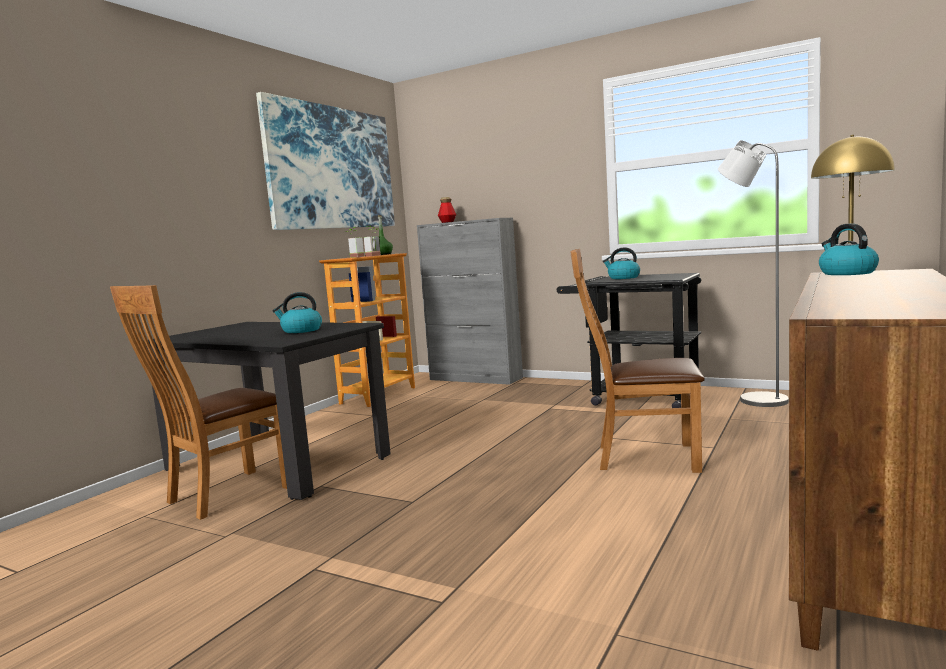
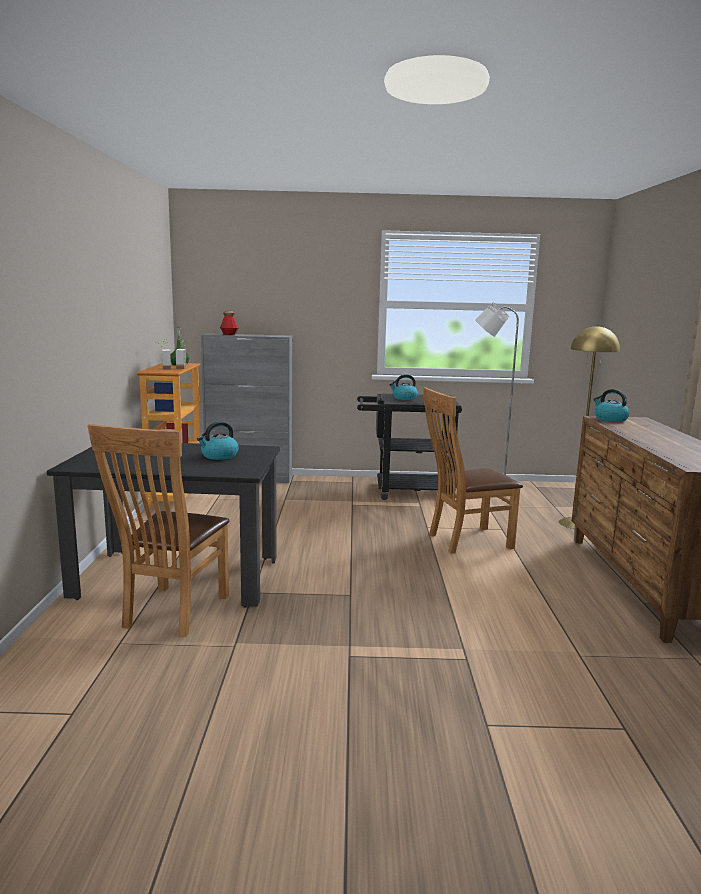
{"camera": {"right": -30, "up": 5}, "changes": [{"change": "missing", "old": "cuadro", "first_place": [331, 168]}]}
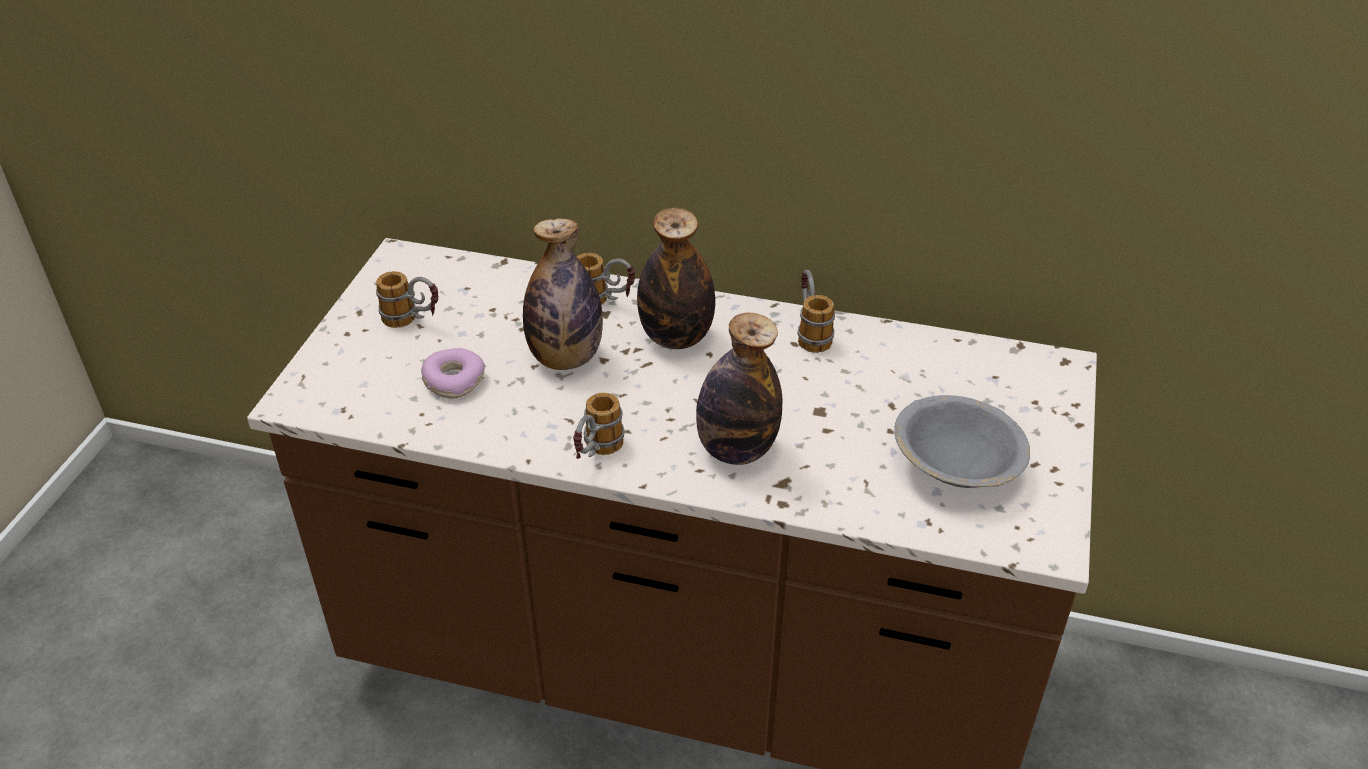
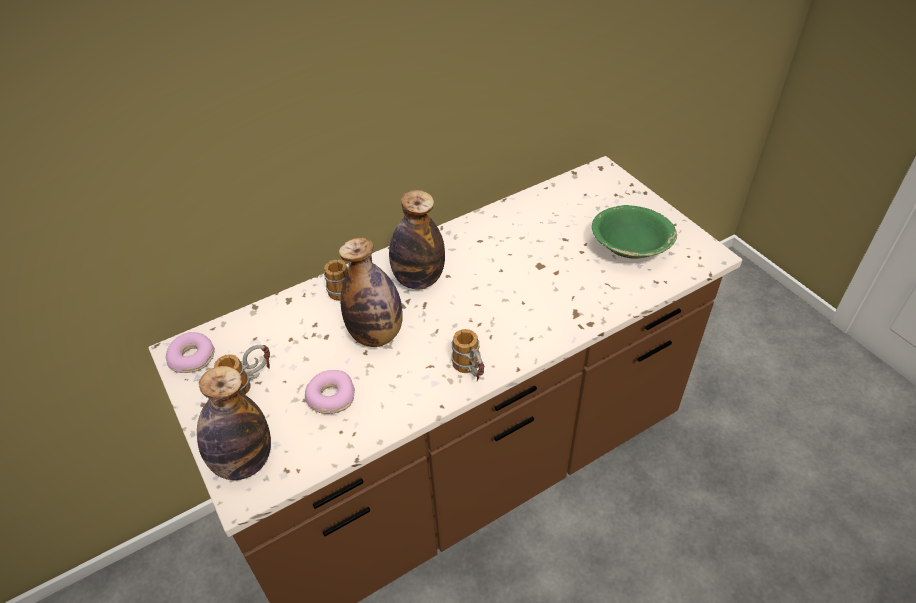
{"camera": {"right": -45, "up": 5}, "changes": [{"change": "missing", "old": "taza grande", "first_place": [810, 331]}, {"change": "relocated", "old": "botella", "first_place": [736, 449], "second_place": [243, 461]}, {"change": "colour", "old": "cuenco [gris]", "new": "cuenco [verde]", "first_place": [956, 466], "second_place": [630, 247]}, {"change": "appeared", "new": "rosquilla", "second_place": [193, 358]}]}
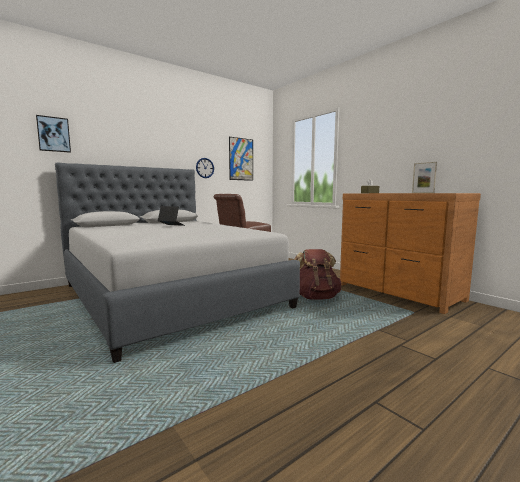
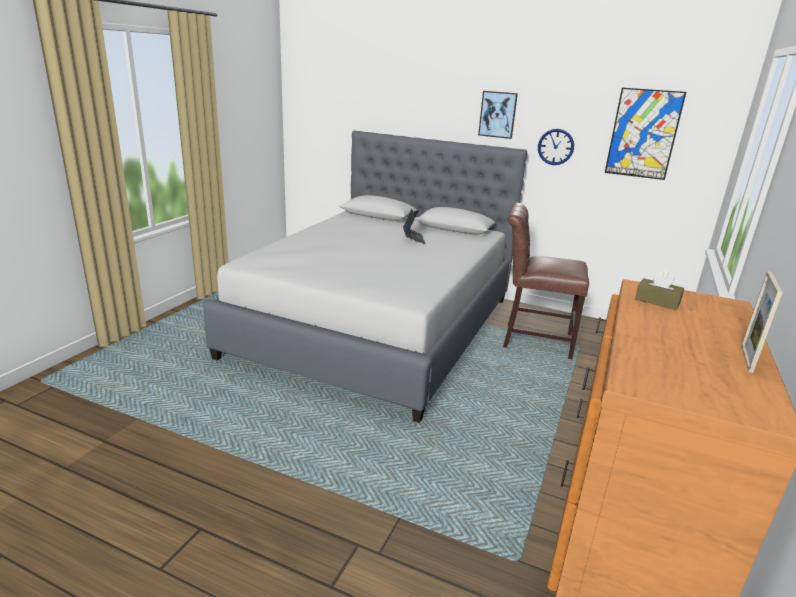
{"camera": {"right": 60, "up": 15}, "changes": [{"change": "relocated", "old": "cuadro", "first_place": [53, 134], "second_place": [497, 114]}, {"change": "missing", "old": "mochila [marrón]", "first_place": [316, 298]}]}
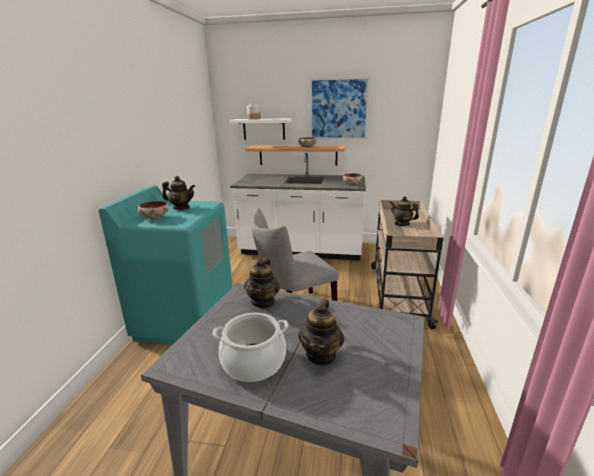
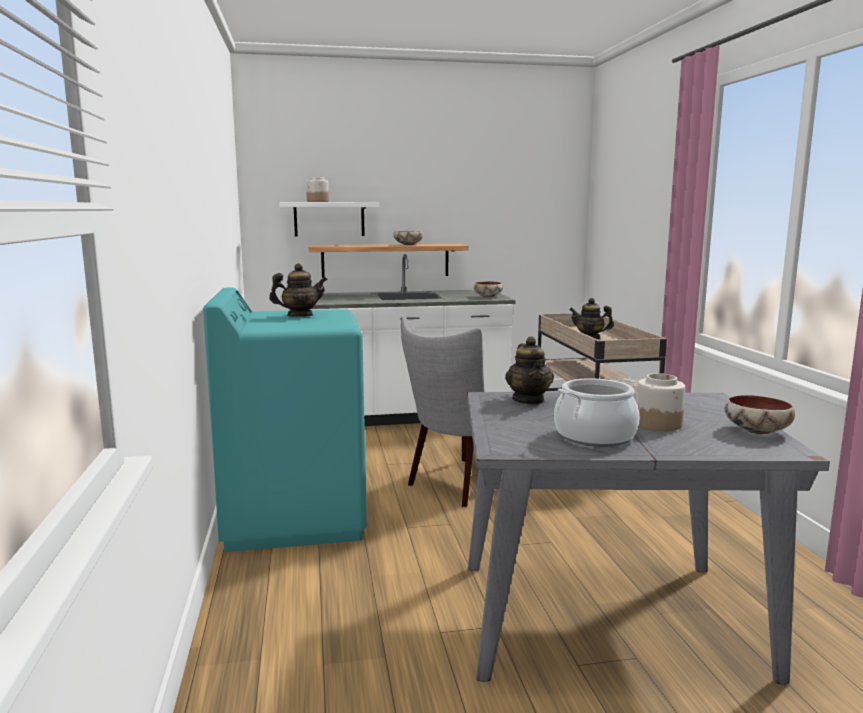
{"camera": {"right": -20, "up": -10}, "changes": [{"change": "missing", "old": "cuadro", "first_place": [338, 109]}, {"change": "relocated", "old": "cuenco", "first_place": [154, 217], "second_place": [755, 431]}, {"change": "exchanged", "old": "tetera", "new": "tarro", "first_place": [321, 355], "second_place": [658, 424]}]}
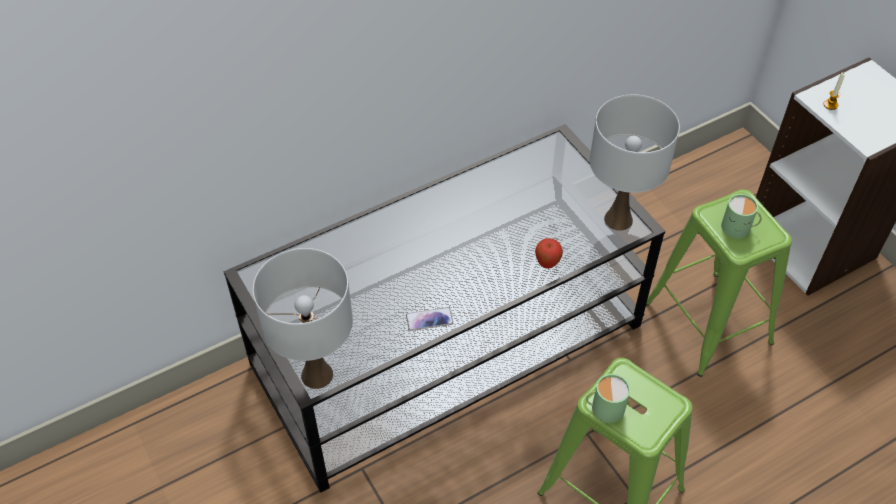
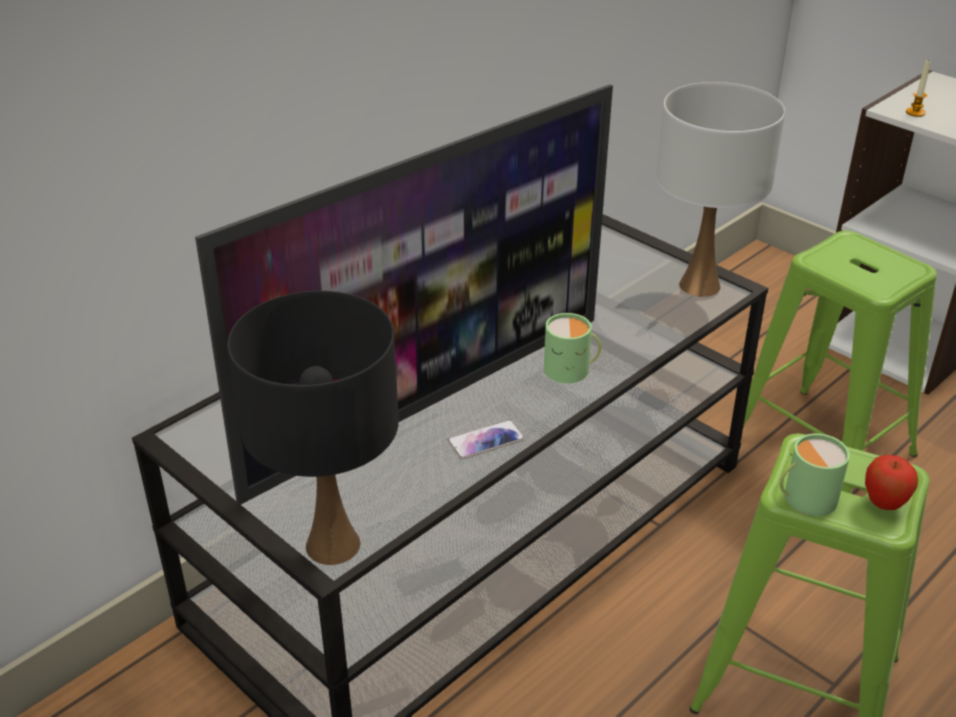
{"camera": {"right": -15, "up": -15}, "changes": [{"change": "relocated", "old": "taza grande [verde]", "first_place": [739, 228], "second_place": [571, 370]}, {"change": "relocated", "old": "manzana", "first_place": [547, 263], "second_place": [884, 503]}, {"change": "colour", "old": "lámpara de mesa [blanco]", "new": "lámpara de mesa [negro]", "first_place": [316, 375], "second_place": [332, 545]}, {"change": "appeared", "new": "televisor", "second_place": [429, 399]}]}
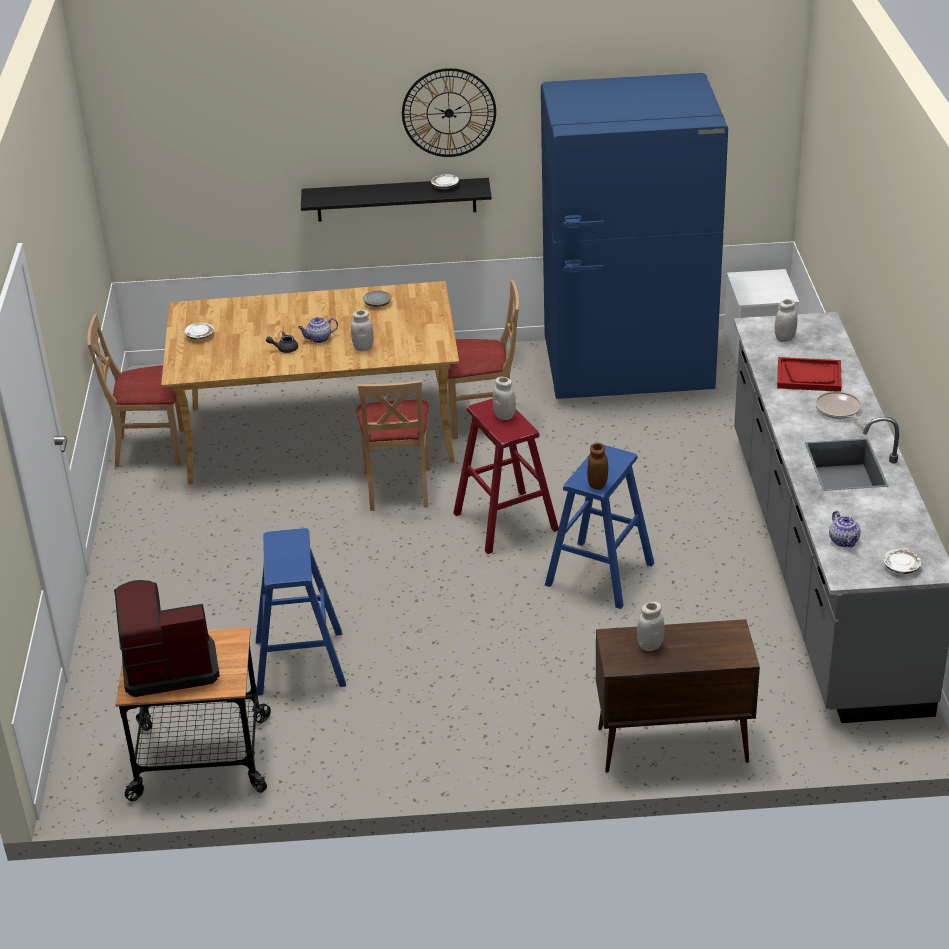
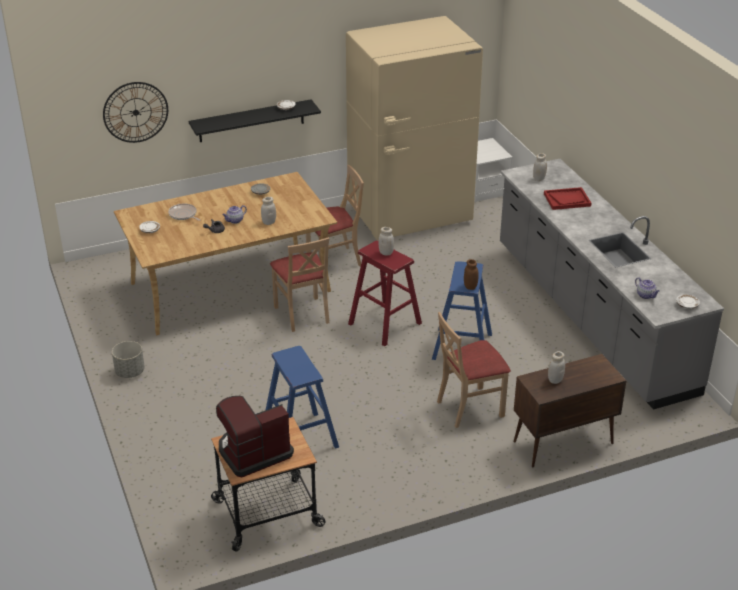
{"camera": {"right": -20, "up": 0}, "changes": [{"change": "relocated", "old": "reloj de pared", "first_place": [449, 113], "second_place": [135, 112]}, {"change": "colour", "old": "nevera [azul]", "new": "nevera [beis]", "first_place": [628, 369], "second_place": [410, 215]}, {"change": "relocated", "old": "silla [beis]", "first_place": [151, 449], "second_place": [470, 407]}, {"change": "relocated", "old": "sartén", "first_place": [839, 411], "second_place": [183, 215]}, {"change": "appeared", "new": "maceta [gris]", "second_place": [129, 372]}]}
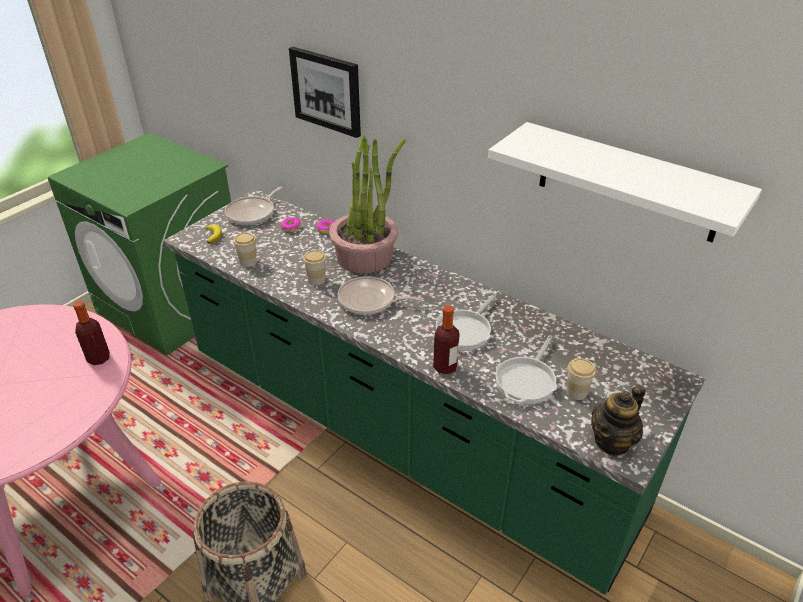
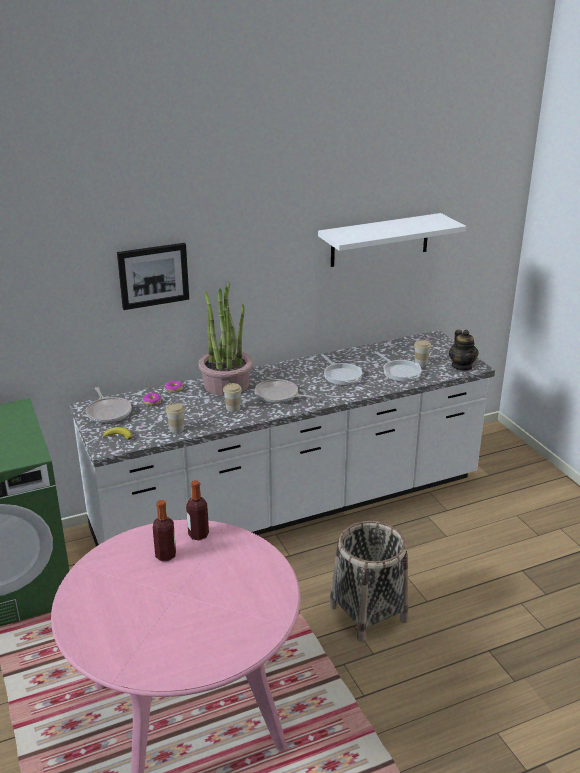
{"camera": {"right": -60, "up": -10}, "changes": [{"change": "colour", "old": "mueble bajo de cocina [verde]", "new": "mueble bajo de cocina [blanco]", "first_place": [401, 432], "second_place": [290, 506]}, {"change": "spun", "old": "sartén", "first_place": [370, 301], "second_place": [278, 396], "degrees": 75}, {"change": "relocated", "old": "botella", "first_place": [445, 367], "second_place": [165, 555]}]}
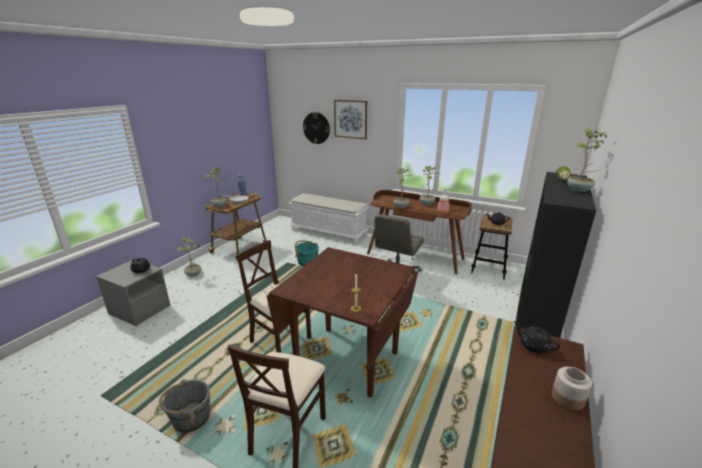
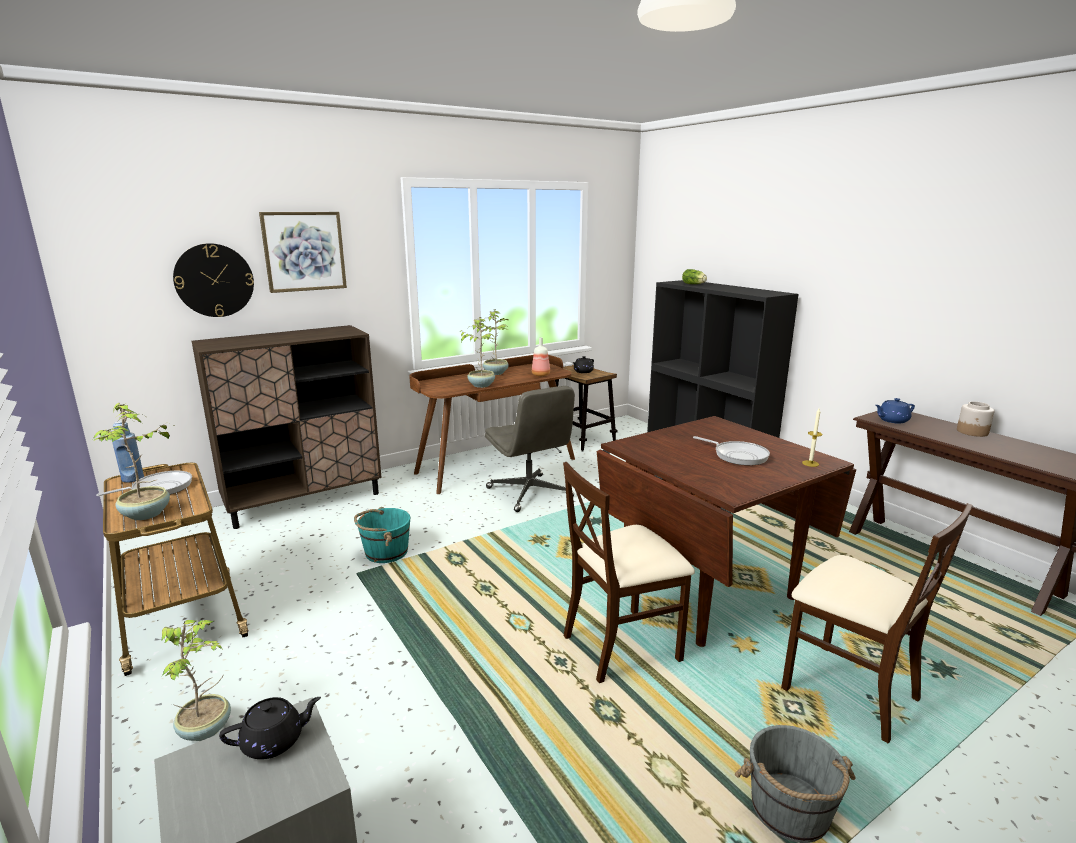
{"camera": {"right": -60, "up": -5}, "changes": [{"change": "missing", "old": "planta en maceta", "first_place": [579, 190]}, {"change": "exchanged", "old": "banco [blanco]", "new": "armario [marrón]", "first_place": [329, 232], "second_place": [305, 501]}, {"change": "colour", "old": "tetera [negro]", "new": "tetera [azul]", "first_place": [533, 345], "second_place": [892, 420]}, {"change": "appeared", "new": "sartén", "second_place": [737, 456]}]}
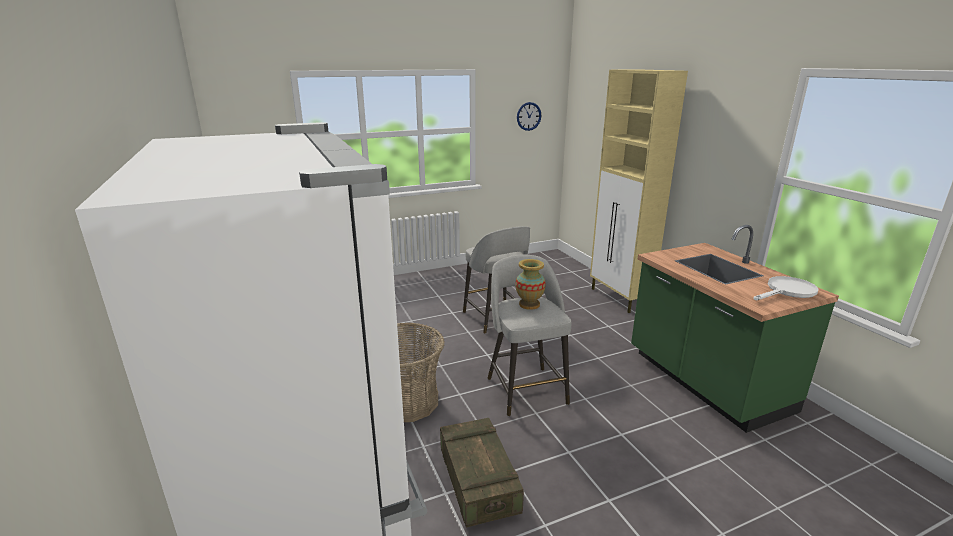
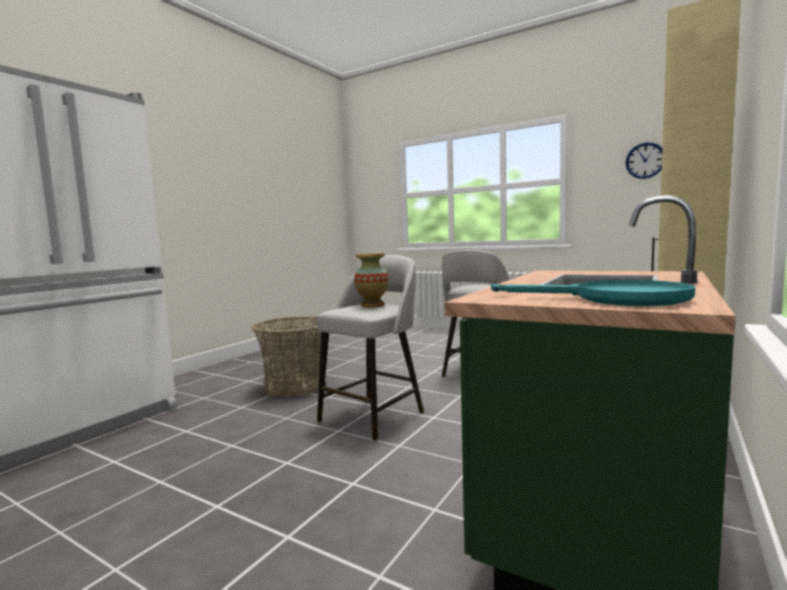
{"camera": {"right": 55, "up": -15}, "changes": [{"change": "colour", "old": "sartén [blanco]", "new": "sartén [turquesa]", "first_place": [787, 291], "second_place": [613, 299]}, {"change": "missing", "old": "caja de embalaje", "first_place": [478, 482]}]}
